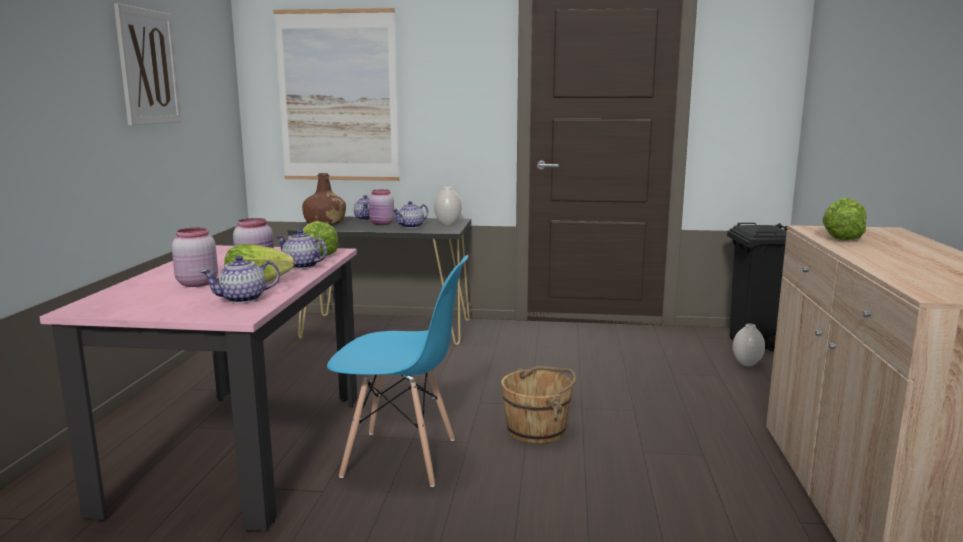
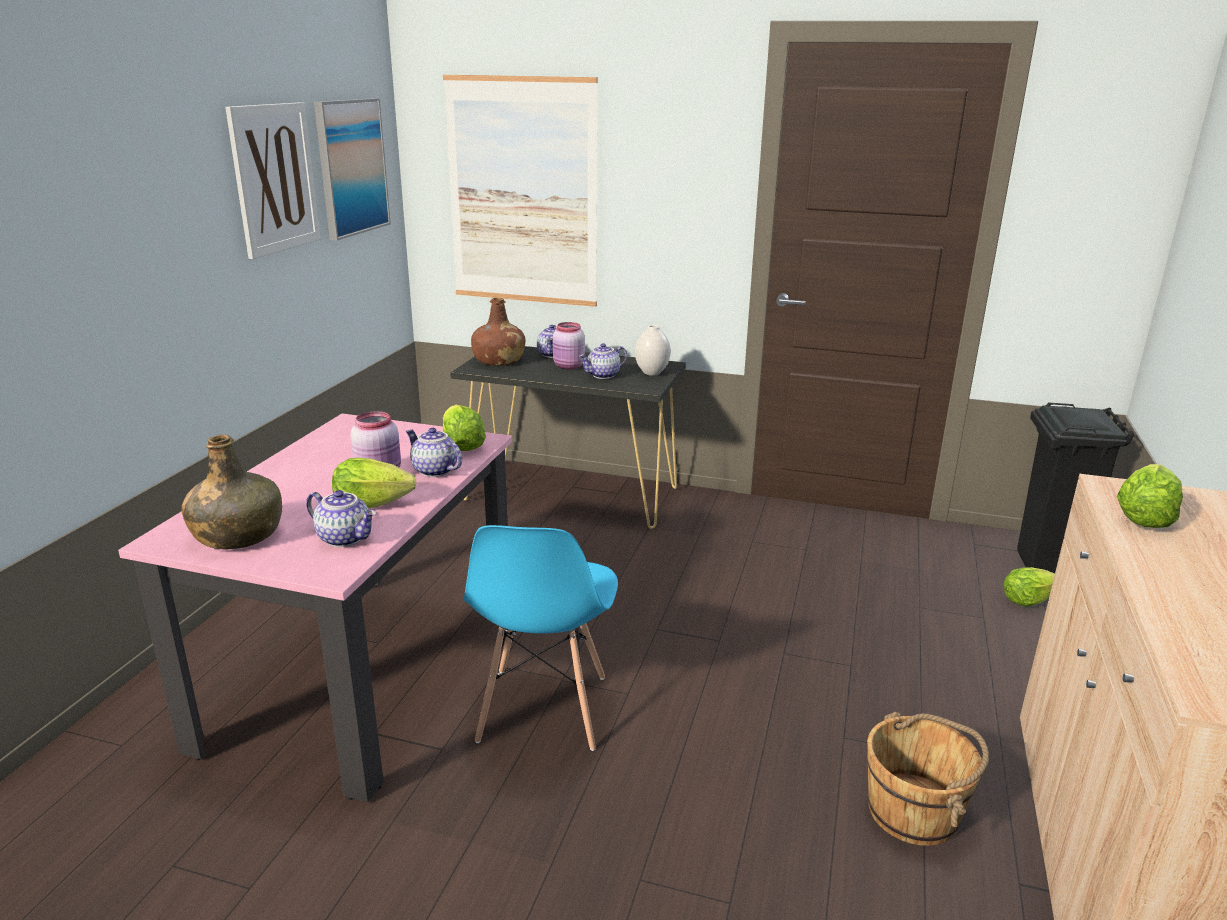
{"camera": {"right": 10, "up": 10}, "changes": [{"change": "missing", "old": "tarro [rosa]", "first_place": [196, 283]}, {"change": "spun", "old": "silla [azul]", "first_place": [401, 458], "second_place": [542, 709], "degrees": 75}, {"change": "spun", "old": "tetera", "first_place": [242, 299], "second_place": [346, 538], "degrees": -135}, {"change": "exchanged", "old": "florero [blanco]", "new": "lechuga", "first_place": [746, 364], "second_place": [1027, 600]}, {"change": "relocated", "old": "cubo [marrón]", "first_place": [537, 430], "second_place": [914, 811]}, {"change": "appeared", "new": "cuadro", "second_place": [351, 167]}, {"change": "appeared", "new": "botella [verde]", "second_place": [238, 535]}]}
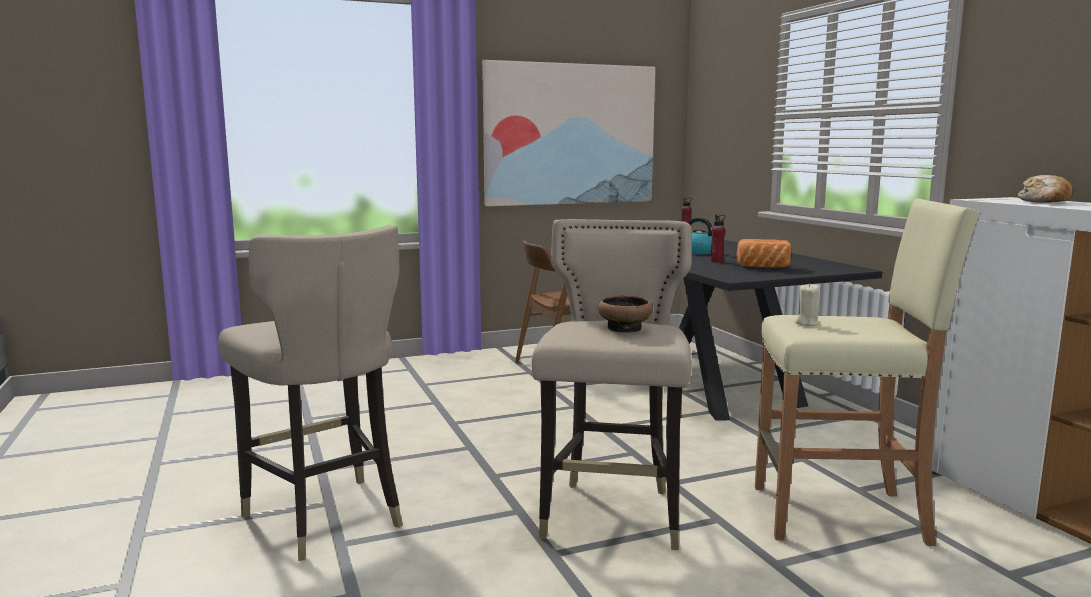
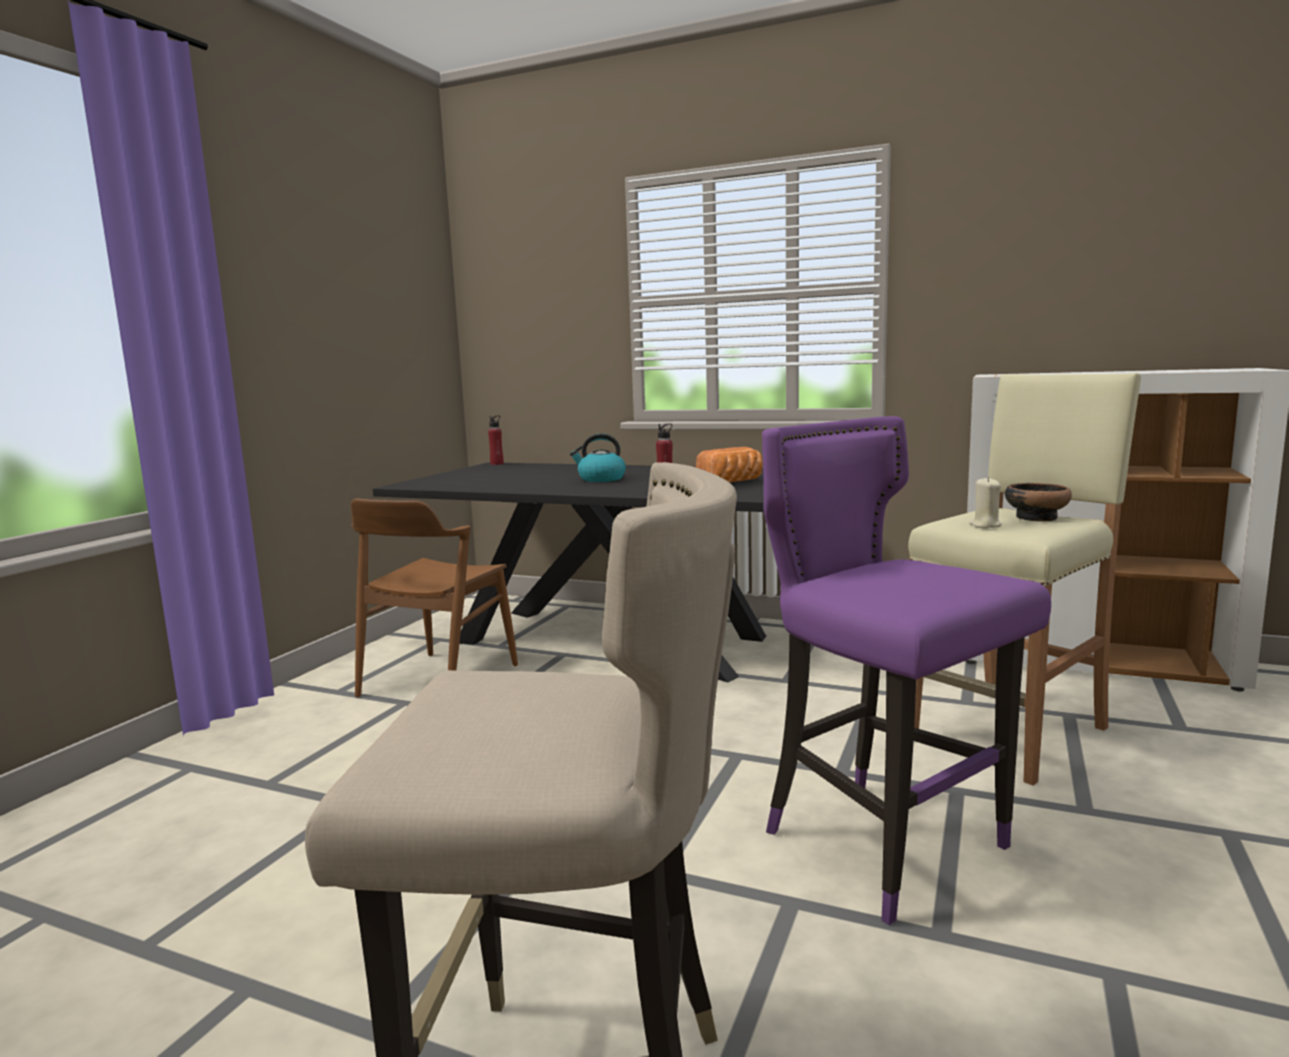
{"camera": {"right": -45, "up": 0}, "changes": [{"change": "missing", "old": "cuadro", "first_place": [570, 134]}, {"change": "missing", "old": "pan", "first_place": [1044, 202]}, {"change": "colour", "old": "taburete [beis]", "new": "taburete [morado]", "first_place": [613, 517], "second_place": [885, 845]}, {"change": "relocated", "old": "cuenco", "first_place": [625, 328], "second_place": [1036, 517]}]}
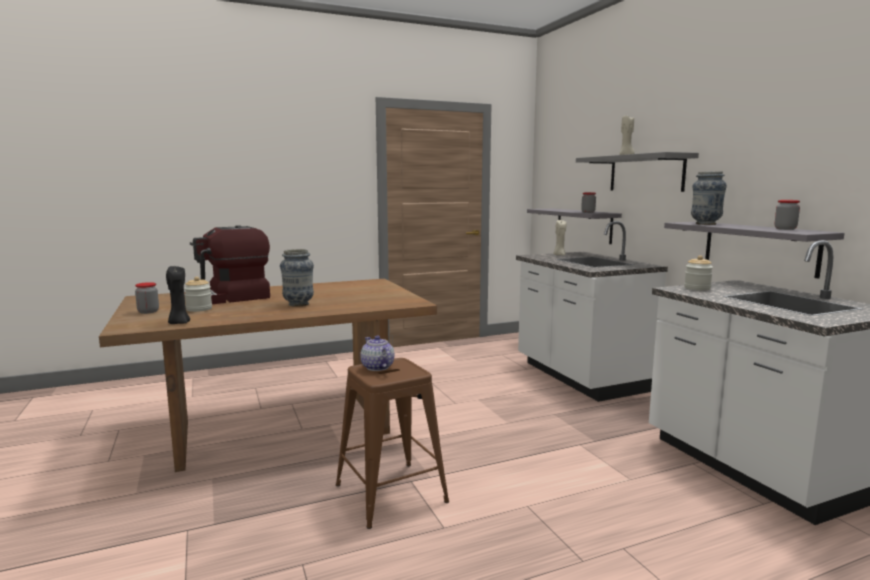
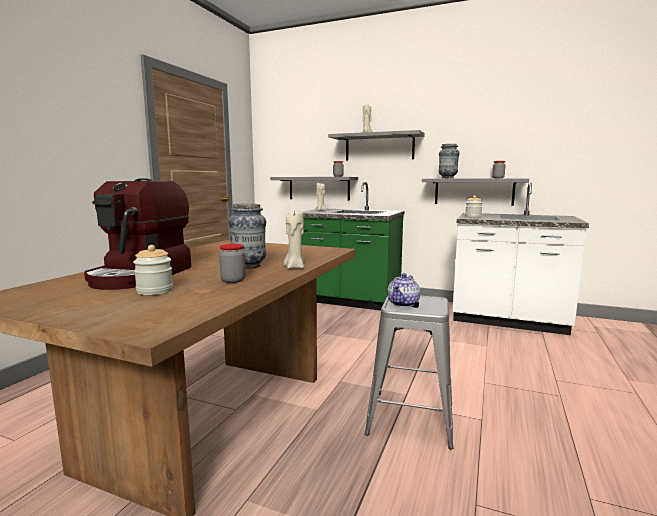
{"camera": {"right": -45, "up": 0}, "changes": [{"change": "colour", "old": "mueble bajo de cocina [blanco]", "new": "mueble bajo de cocina [verde]", "first_place": [580, 377], "second_place": [349, 300]}, {"change": "missing", "old": "vela [negro]", "first_place": [179, 323]}, {"change": "relocated", "old": "tarro", "first_place": [148, 311], "second_place": [233, 280]}, {"change": "spun", "old": "tetera", "first_place": [377, 367], "second_place": [403, 304], "degrees": -75}, {"change": "colour", "old": "taburete [marrón]", "new": "taburete [gris]", "first_place": [391, 493], "second_place": [410, 418]}, {"change": "appeared", "new": "vela [beis]", "second_place": [294, 267]}]}
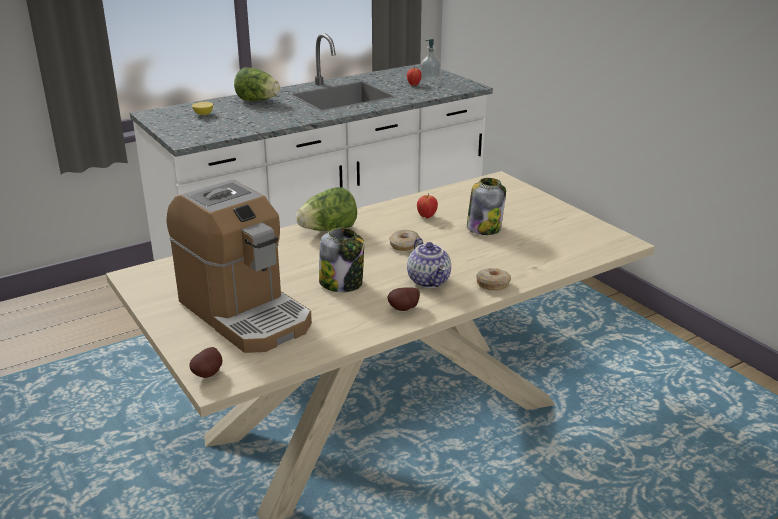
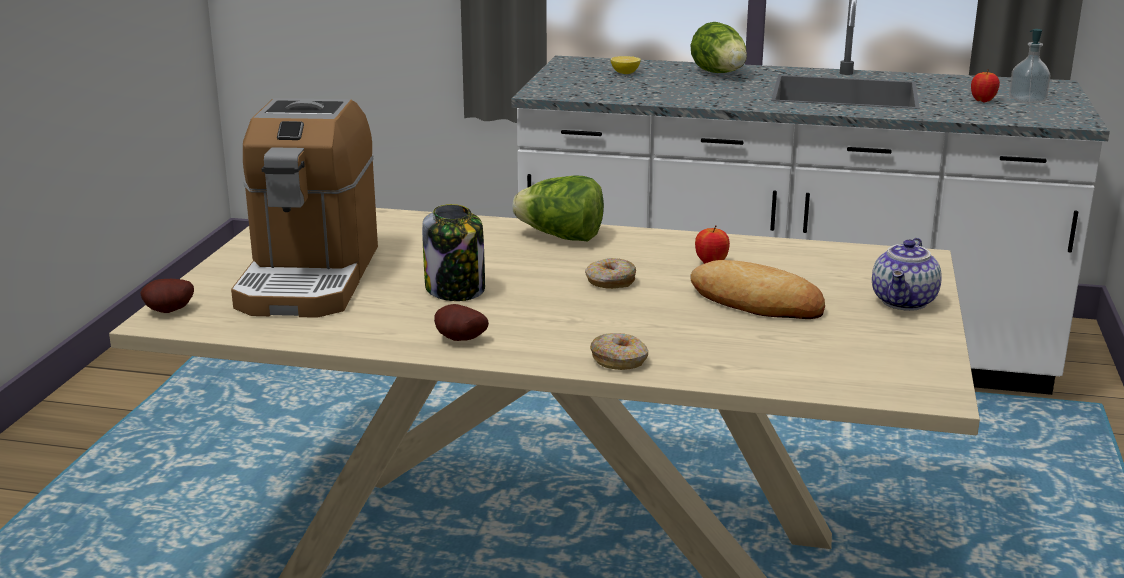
{"camera": {"right": 45, "up": -5}, "changes": [{"change": "exchanged", "old": "tarro", "new": "pan", "first_place": [484, 228], "second_place": [756, 302]}, {"change": "relocated", "old": "tetera", "first_place": [430, 281], "second_place": [905, 302]}]}
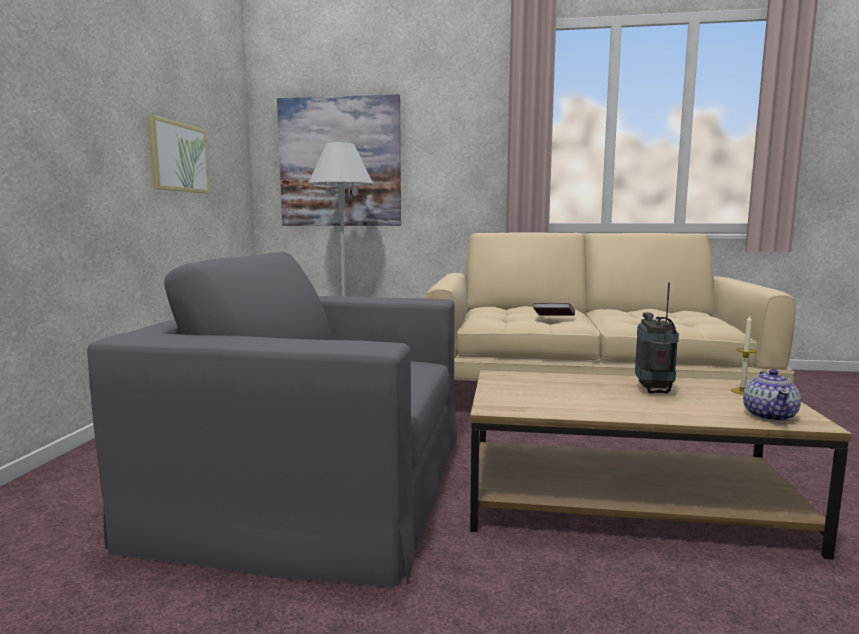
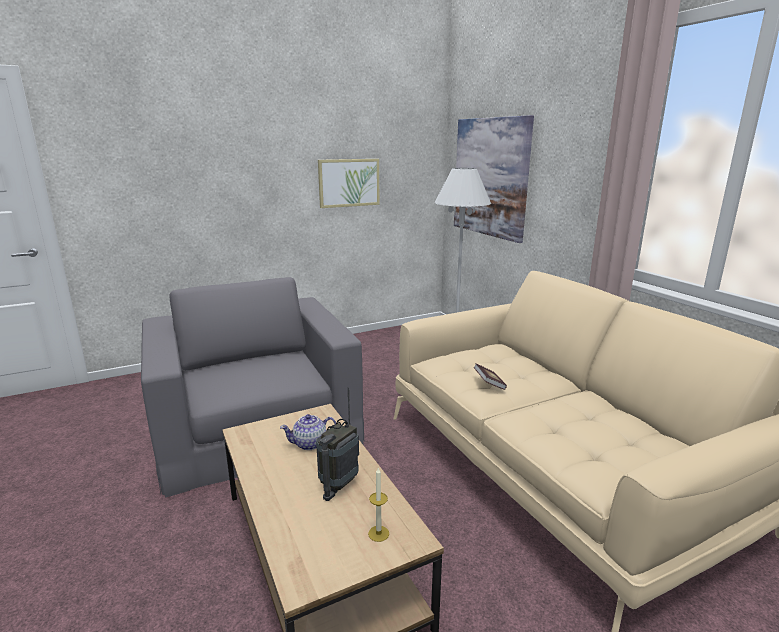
{"camera": {"right": 55, "up": 10}, "changes": [{"change": "spun", "old": "radio", "first_place": [653, 390], "second_place": [338, 484], "degrees": 150}, {"change": "relocated", "old": "tetera", "first_place": [769, 416], "second_place": [310, 444]}]}
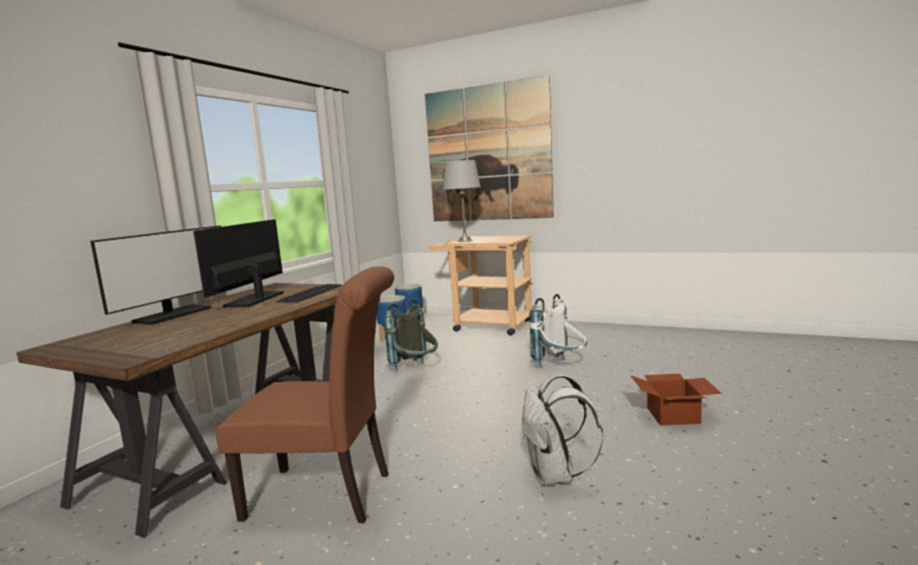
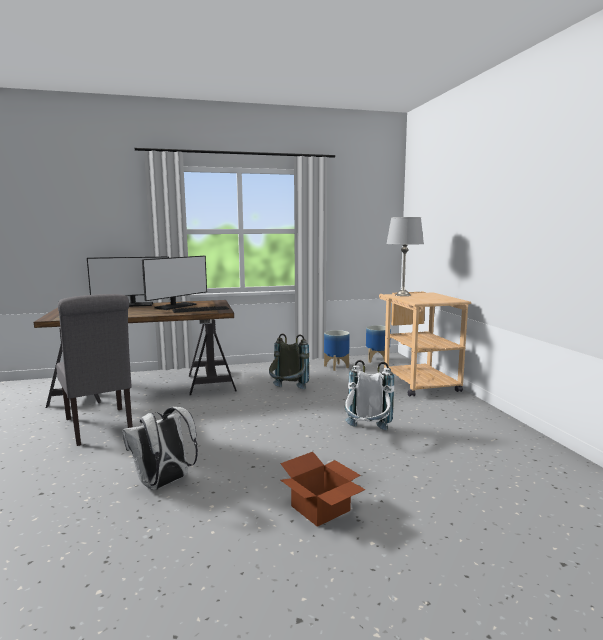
{"camera": {"right": 50, "up": 0}, "changes": [{"change": "missing", "old": "cuadro", "first_place": [487, 154]}, {"change": "spun", "old": "monitor", "first_place": [255, 299], "second_place": [176, 306], "degrees": 150}, {"change": "colour", "old": "silla [marrón]", "new": "silla [gris]", "first_place": [328, 495], "second_place": [100, 428]}]}
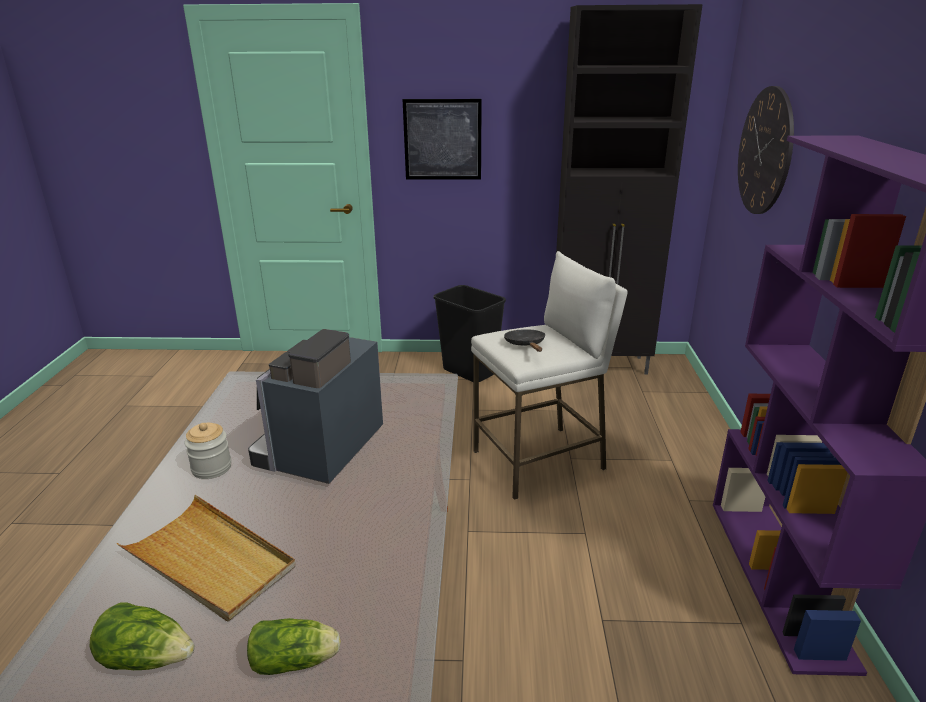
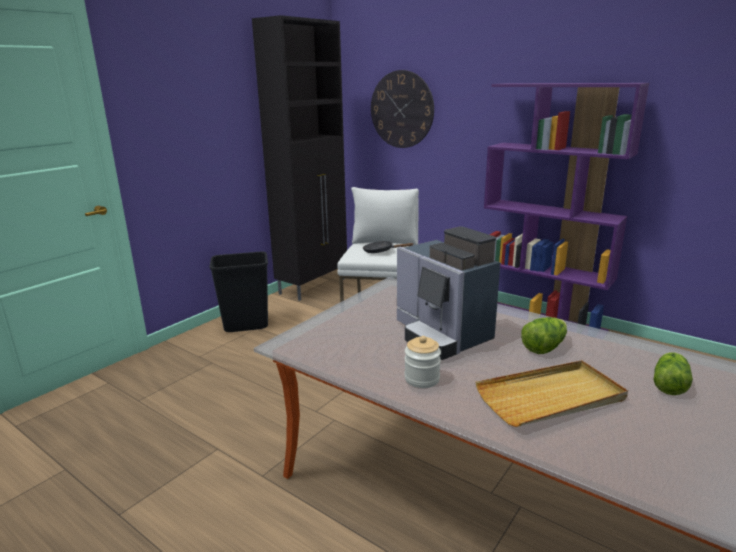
{"camera": {"right": -55, "up": -5}, "changes": [{"change": "missing", "old": "cuadro", "first_place": [442, 140]}, {"change": "relocated", "old": "lechuga", "first_place": [148, 658], "second_place": [544, 346]}]}
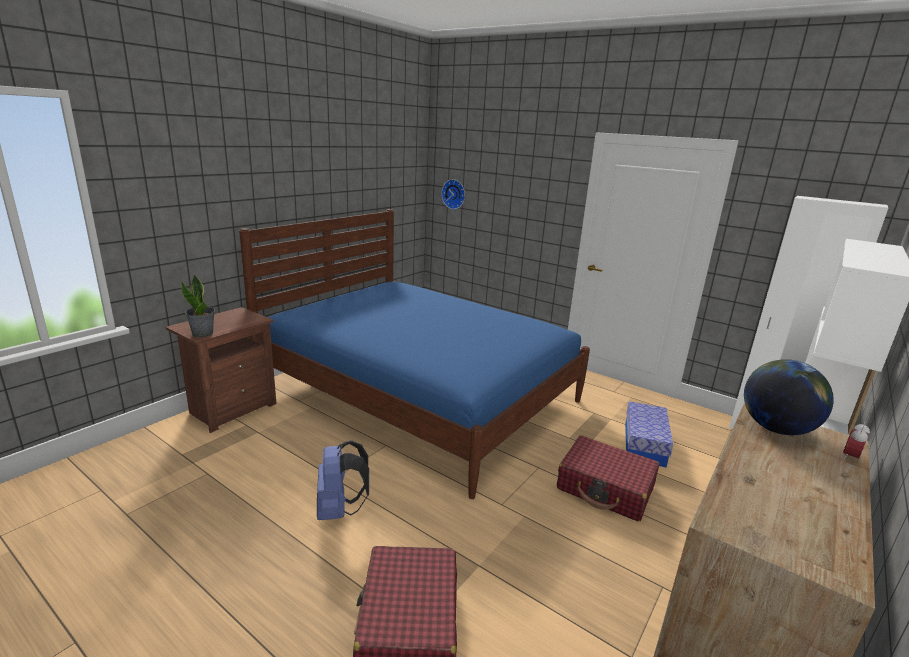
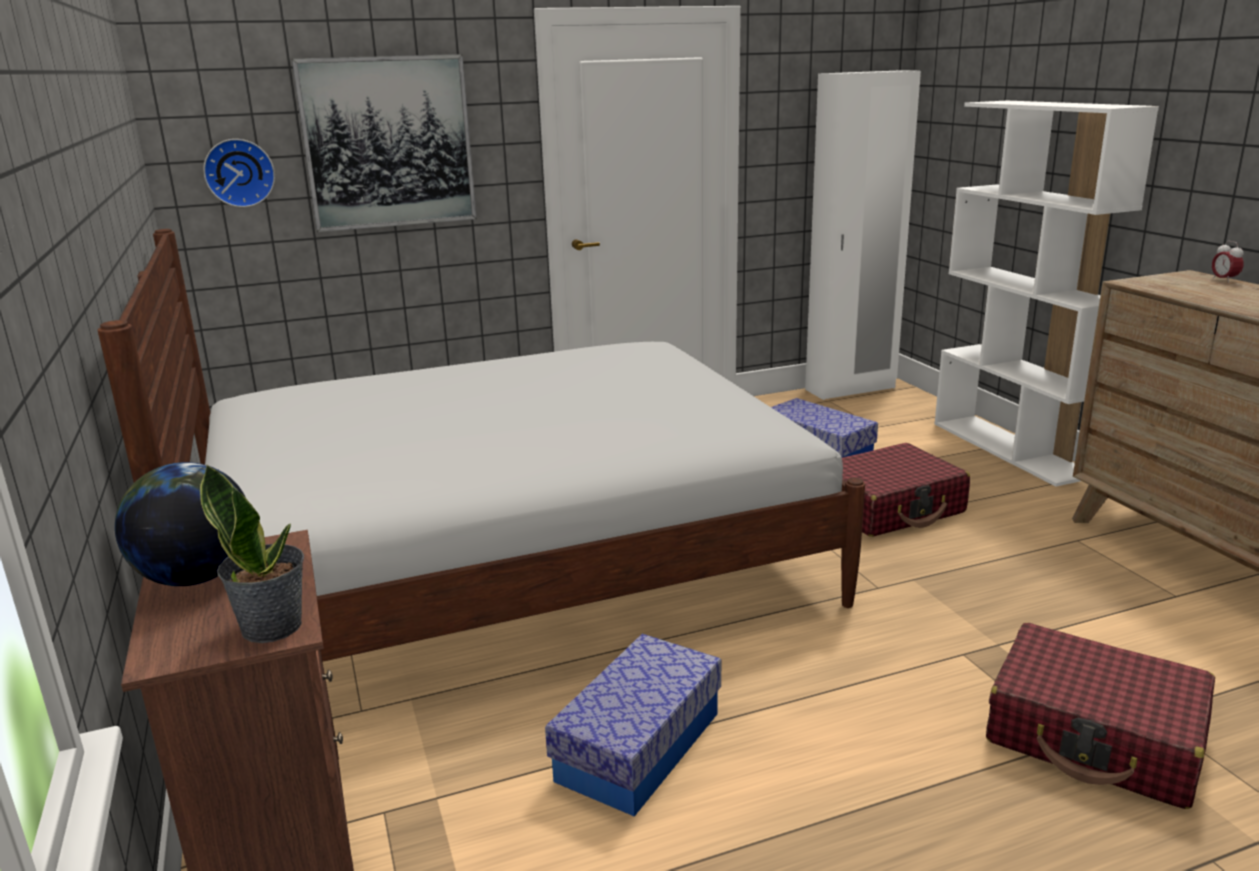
{"camera": {"right": -55, "up": 0}, "changes": [{"change": "colour", "old": "cama [azul]", "new": "cama [blanco]", "first_place": [419, 394], "second_place": [508, 565]}, {"change": "relocated", "old": "globo terráqueo", "first_place": [776, 428], "second_place": [196, 577]}, {"change": "missing", "old": "mochila [azul]", "first_place": [339, 510]}, {"change": "appeared", "new": "cuadro", "second_place": [388, 143]}, {"change": "appeared", "new": "caja de almacenaje", "second_place": [639, 746]}]}
